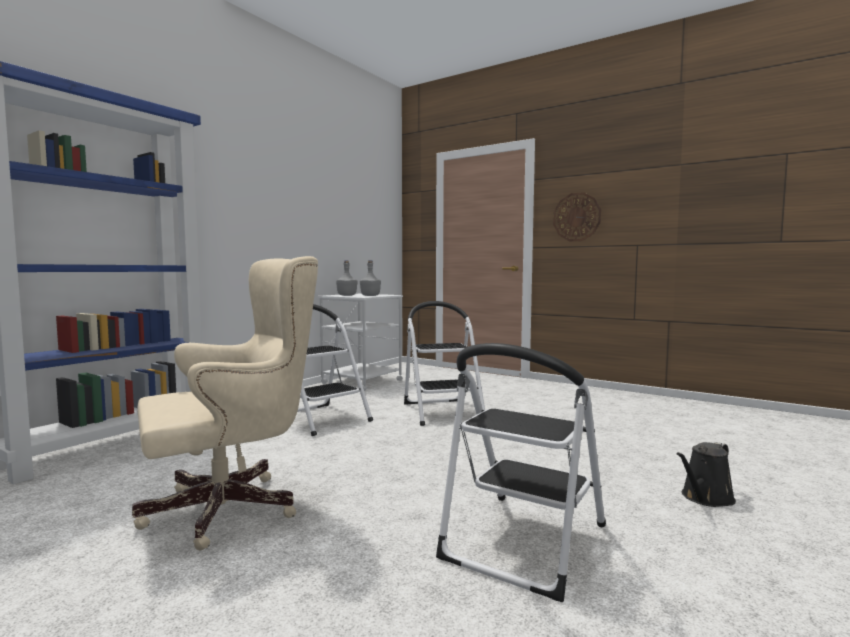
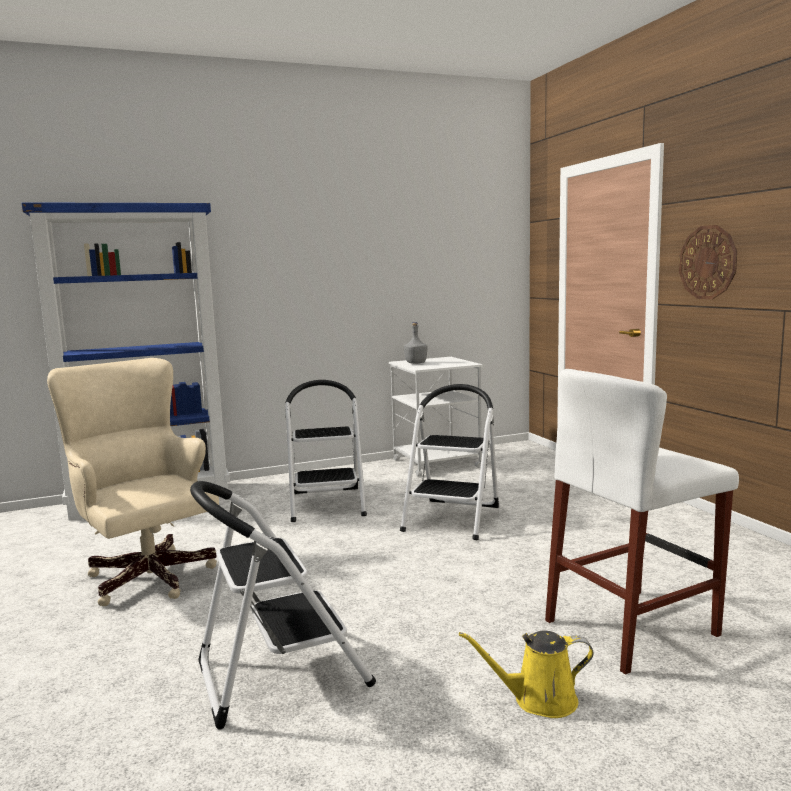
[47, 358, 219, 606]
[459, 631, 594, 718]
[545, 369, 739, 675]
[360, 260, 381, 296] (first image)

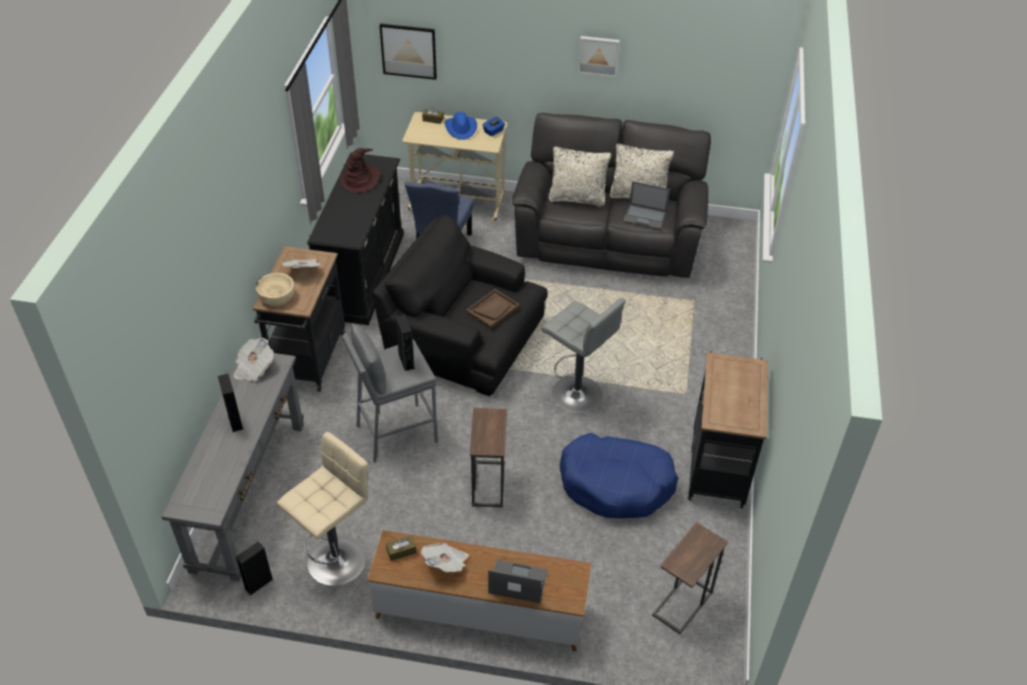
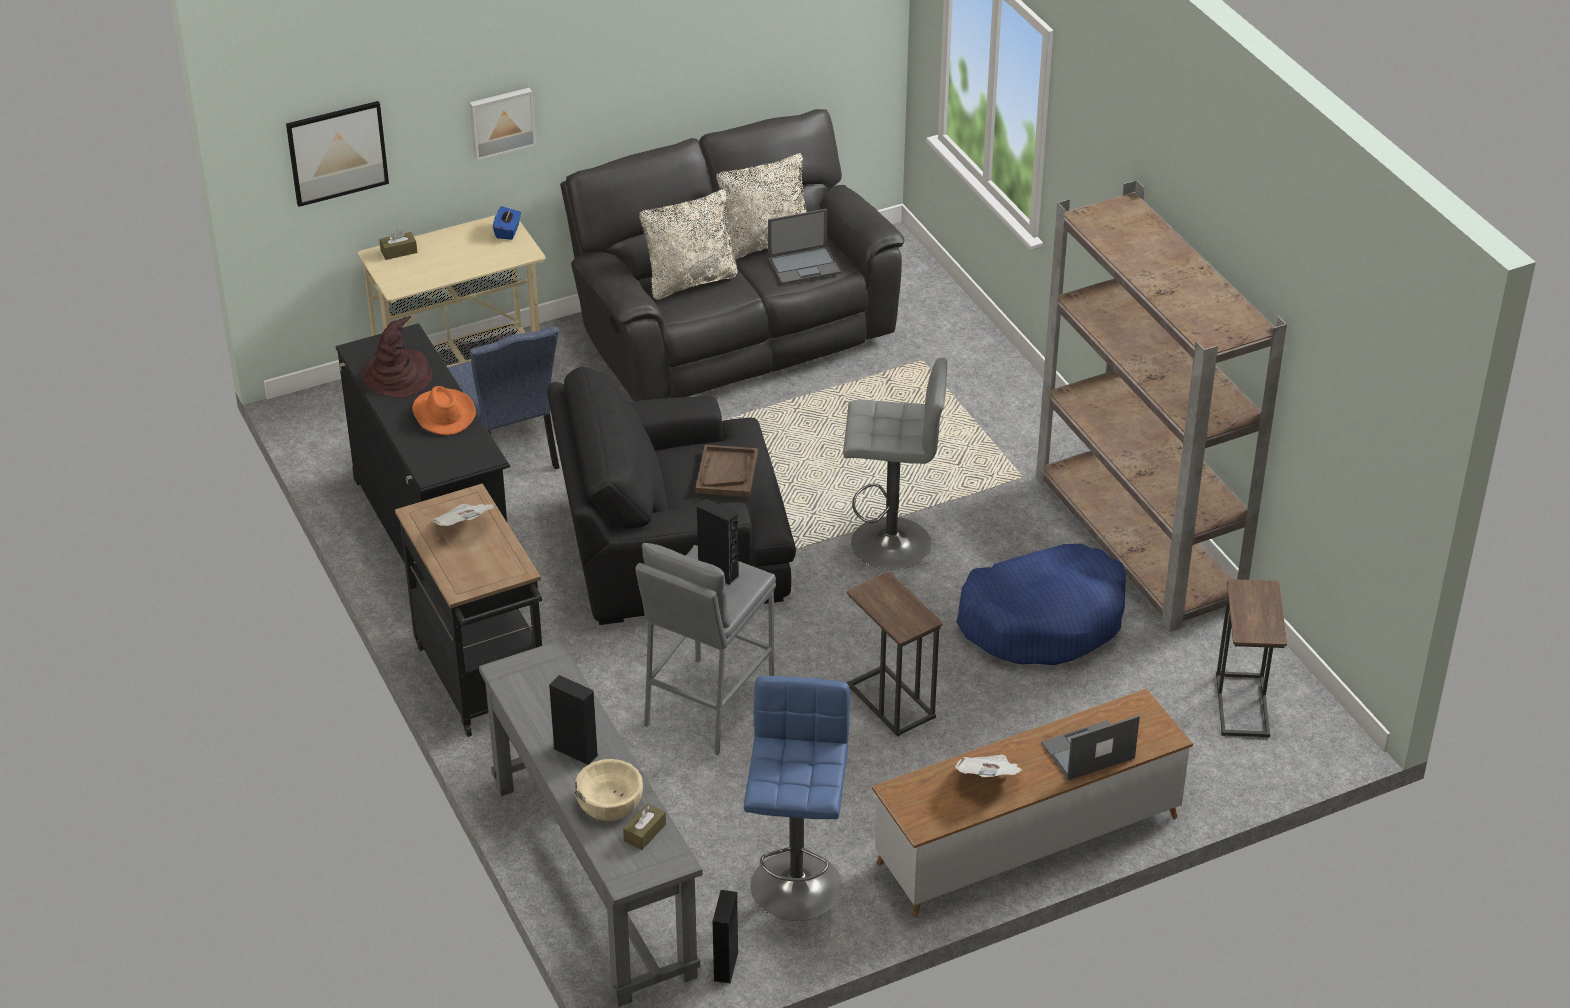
[412, 386, 476, 435]
[469, 88, 536, 160]
[575, 759, 643, 821]
[623, 803, 666, 850]
[744, 676, 850, 921]
[1036, 180, 1287, 632]
[233, 338, 274, 381] (first image)
[445, 112, 477, 140] (first image)

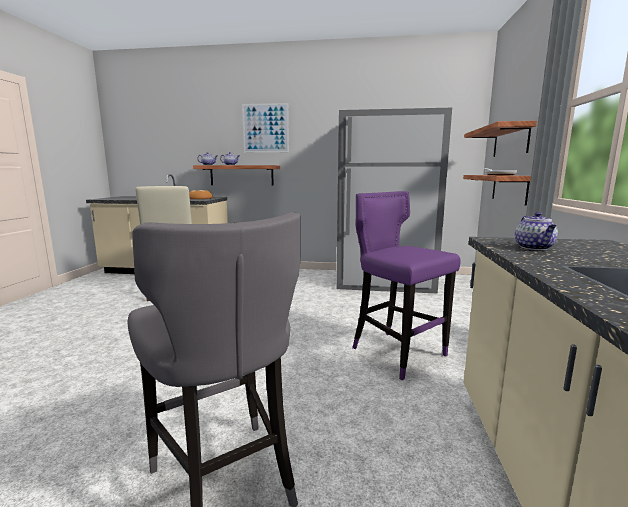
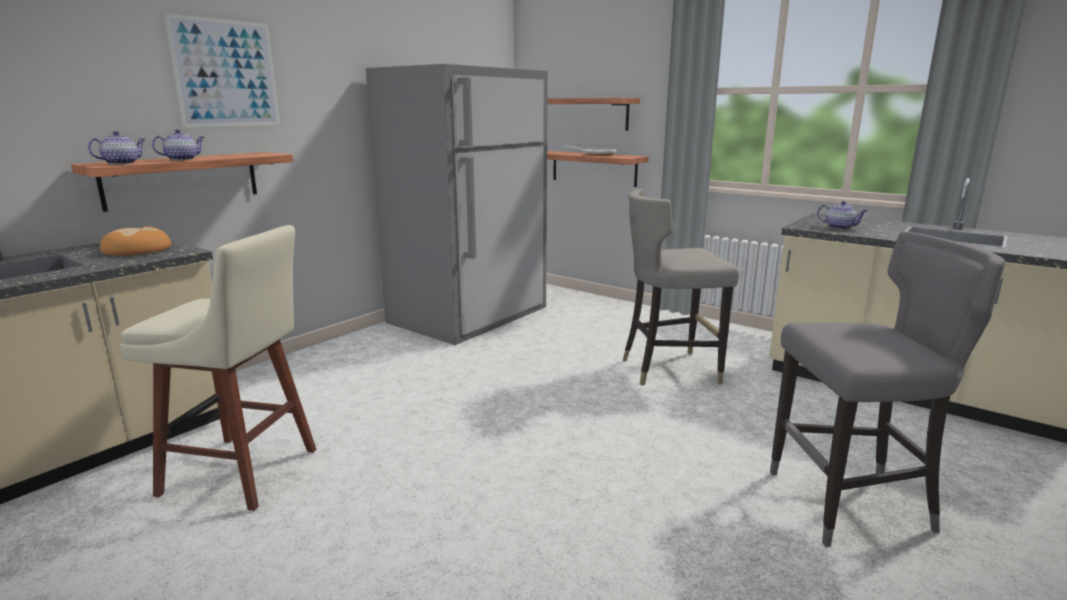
[623, 189, 739, 386]

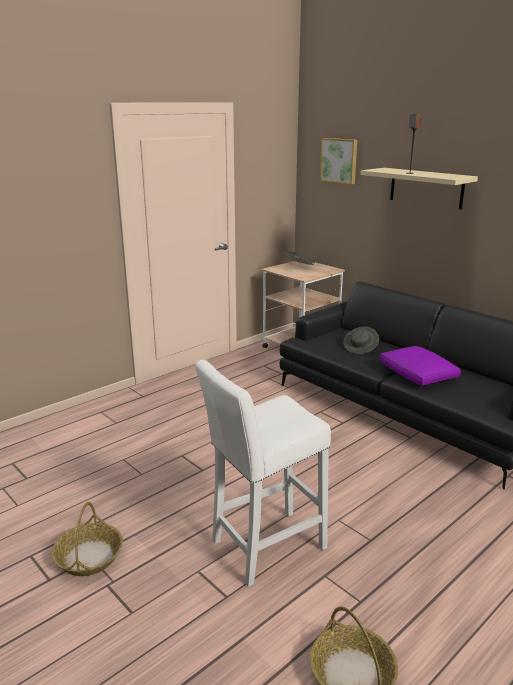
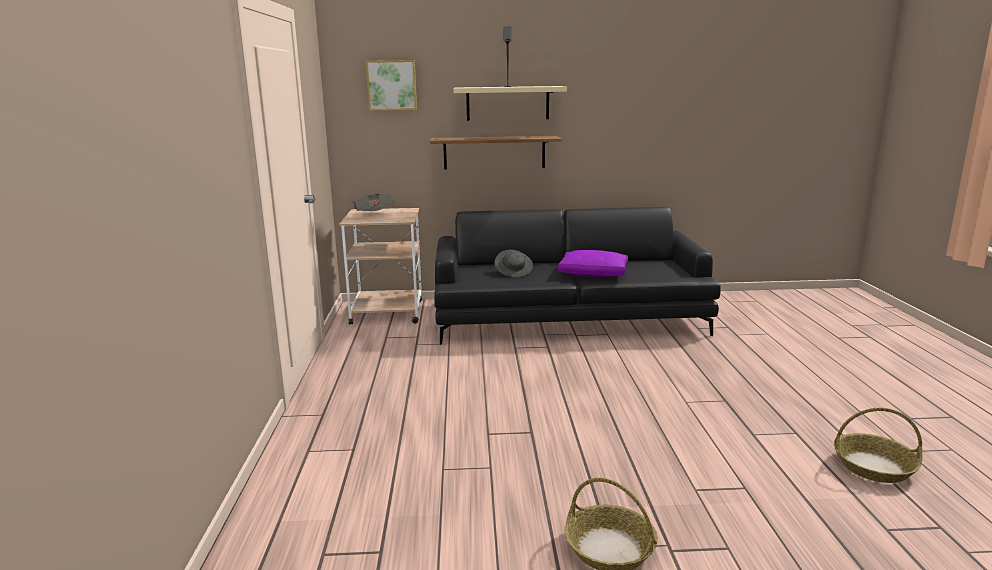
[430, 136, 561, 170]
[195, 360, 331, 587] (first image)

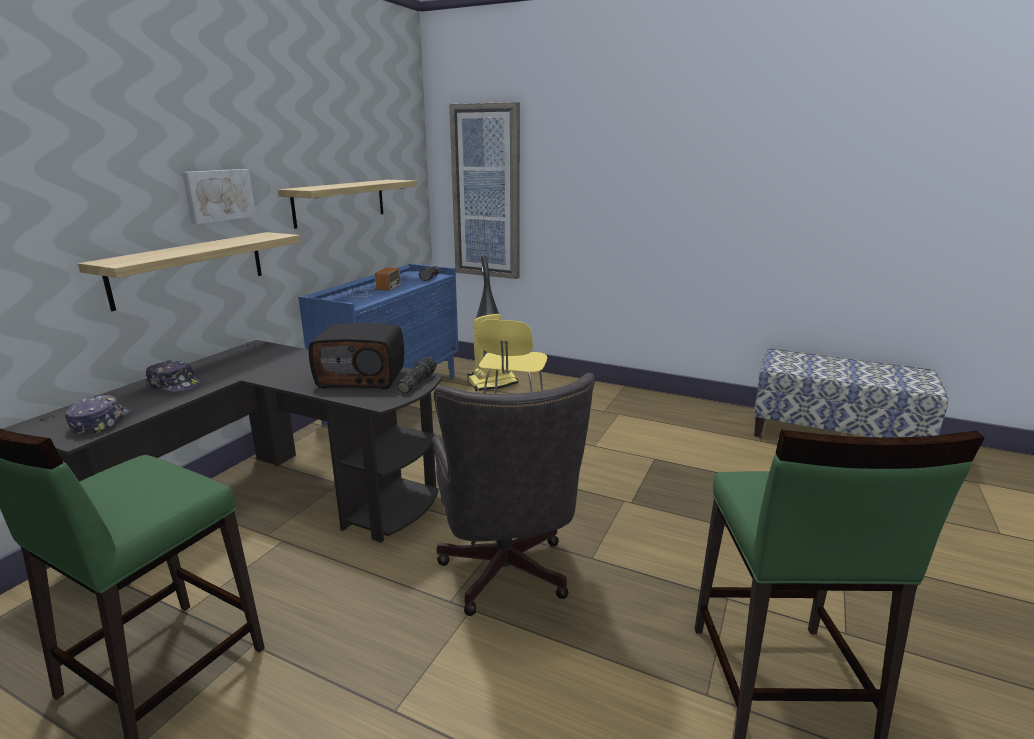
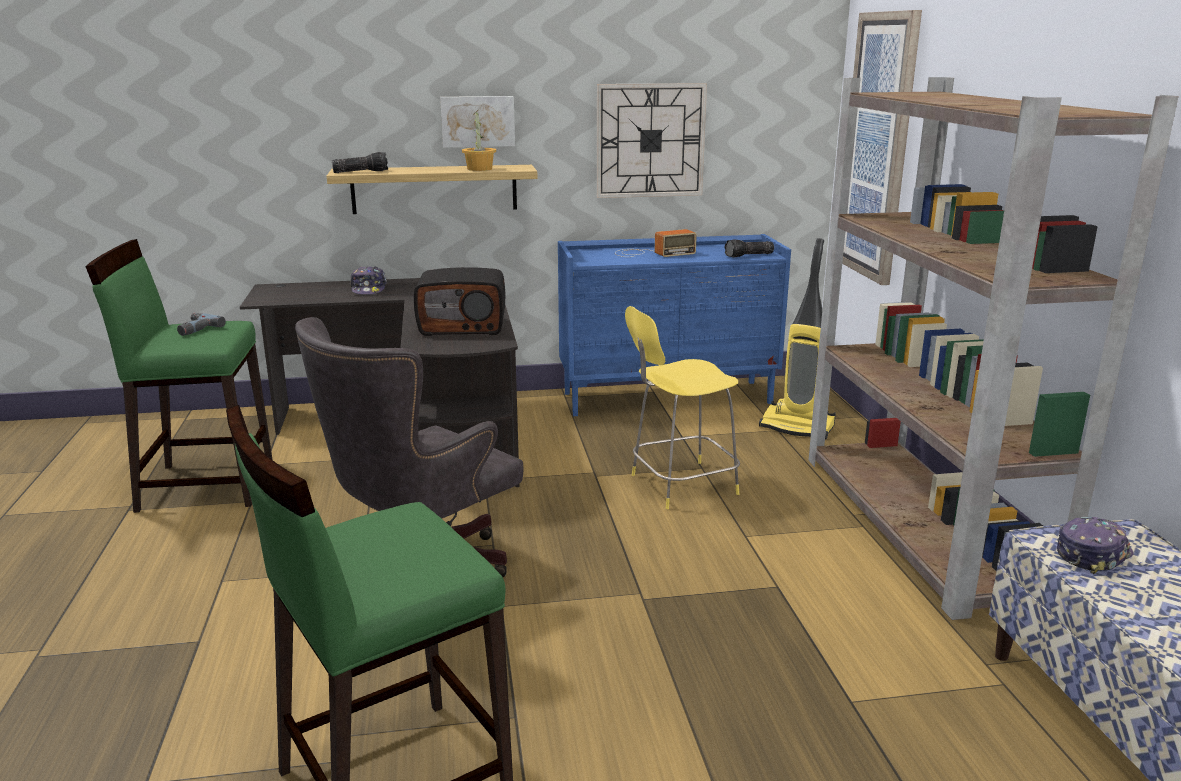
[177, 313, 226, 336]
[332, 152, 388, 173]
[414, 267, 505, 336]
[462, 110, 496, 171]
[597, 83, 707, 198]
[808, 77, 1179, 620]
[1057, 517, 1134, 574]

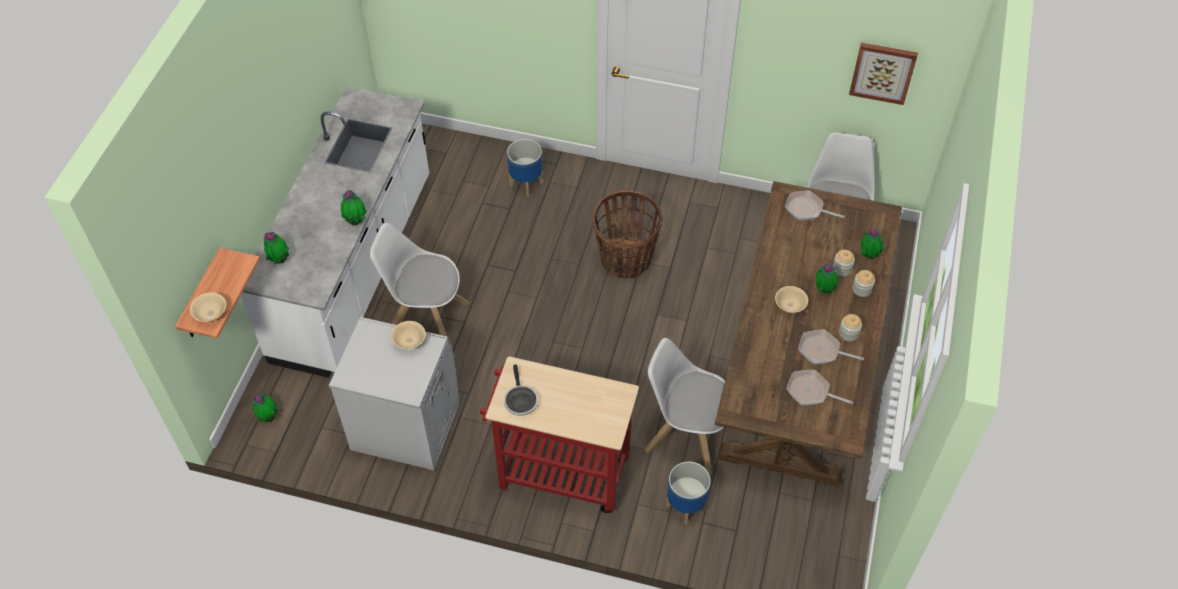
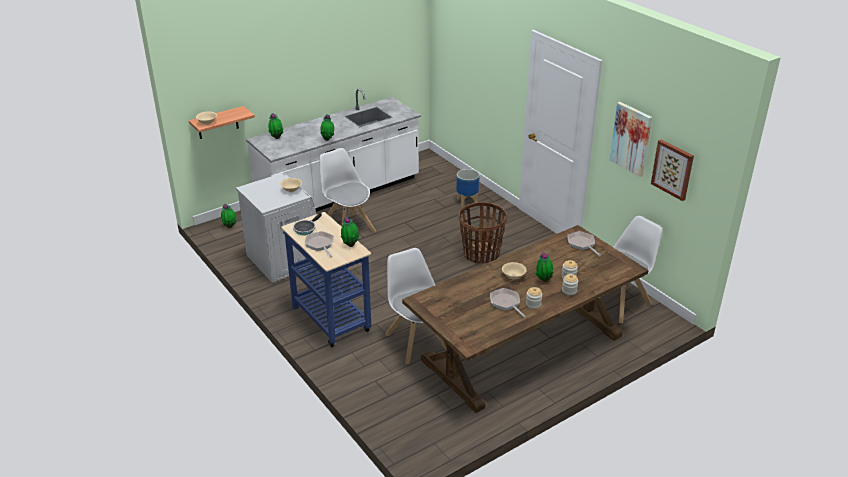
[281, 212, 371, 347]
[305, 231, 334, 257]
[341, 216, 360, 247]
[610, 102, 652, 177]
[666, 462, 710, 525] (first image)

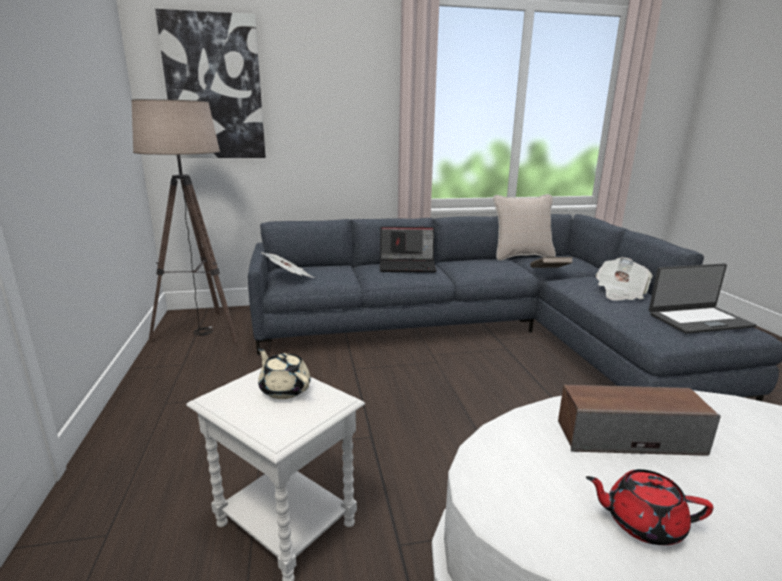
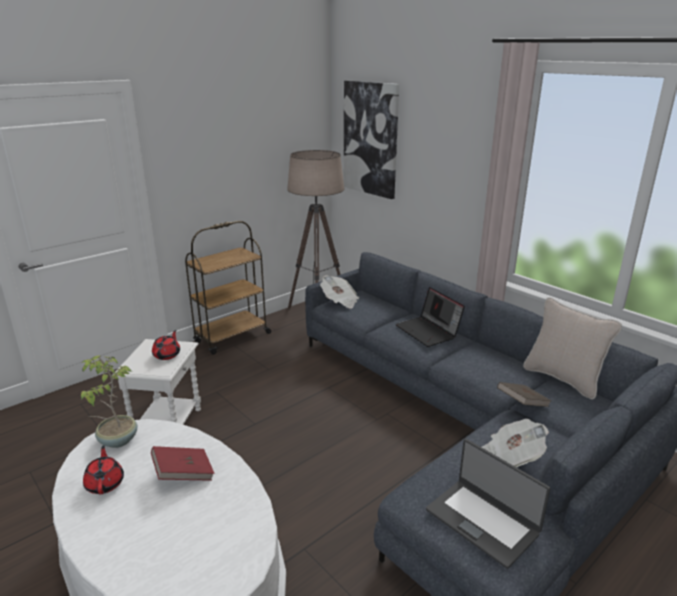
[80, 355, 137, 448]
[151, 446, 214, 481]
[152, 330, 180, 360]
[185, 221, 271, 355]

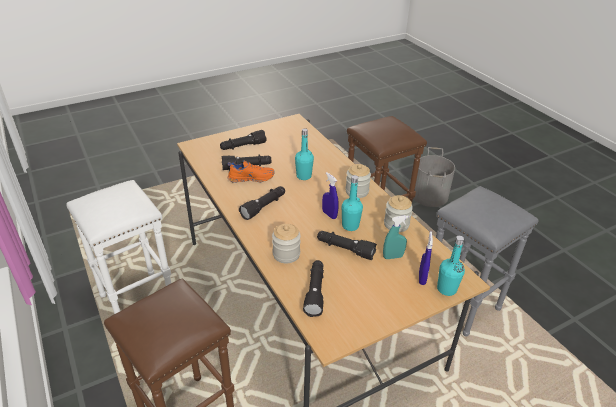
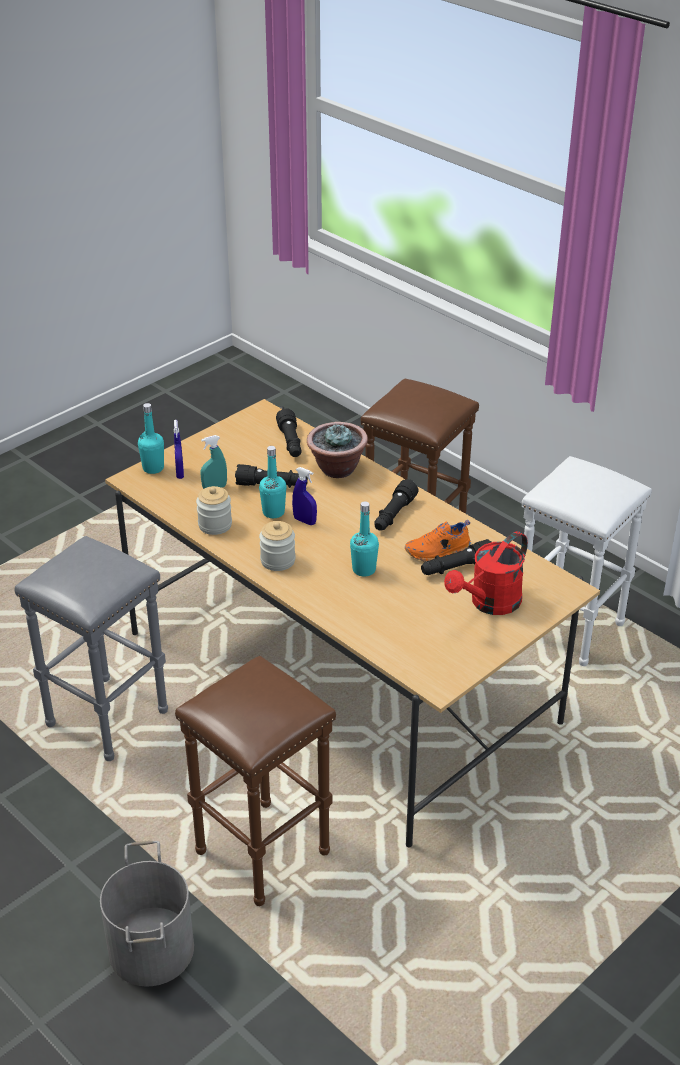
[307, 422, 368, 478]
[444, 531, 528, 615]

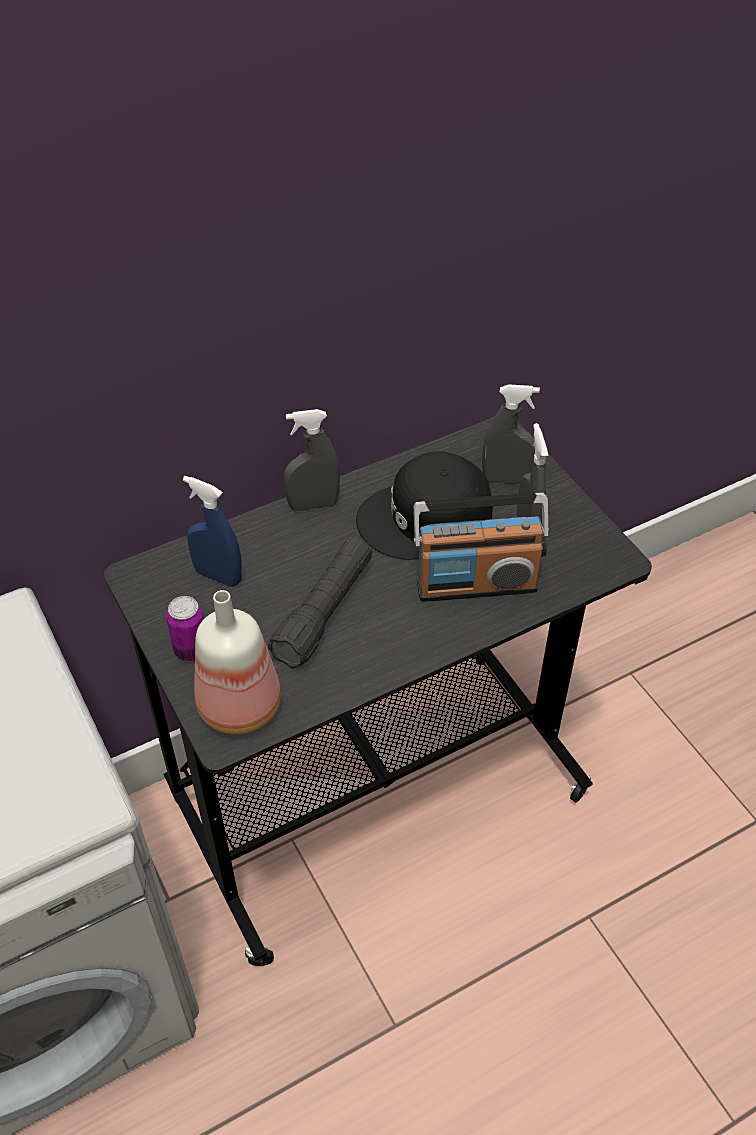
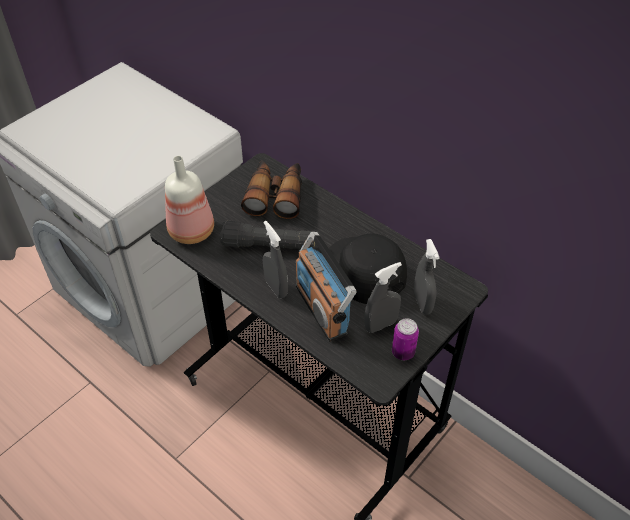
[241, 161, 302, 219]
[263, 221, 288, 298]
[392, 318, 419, 360]

